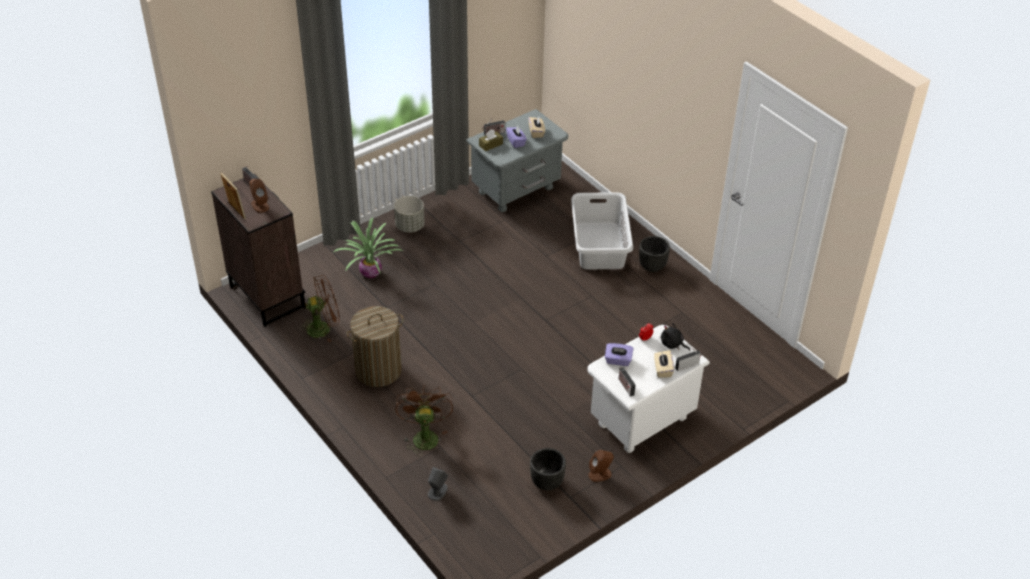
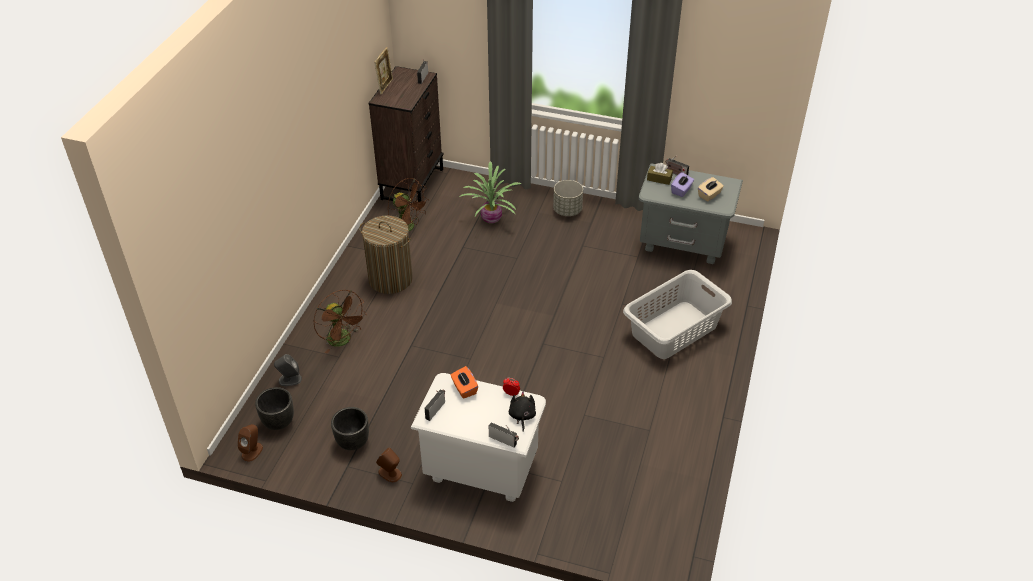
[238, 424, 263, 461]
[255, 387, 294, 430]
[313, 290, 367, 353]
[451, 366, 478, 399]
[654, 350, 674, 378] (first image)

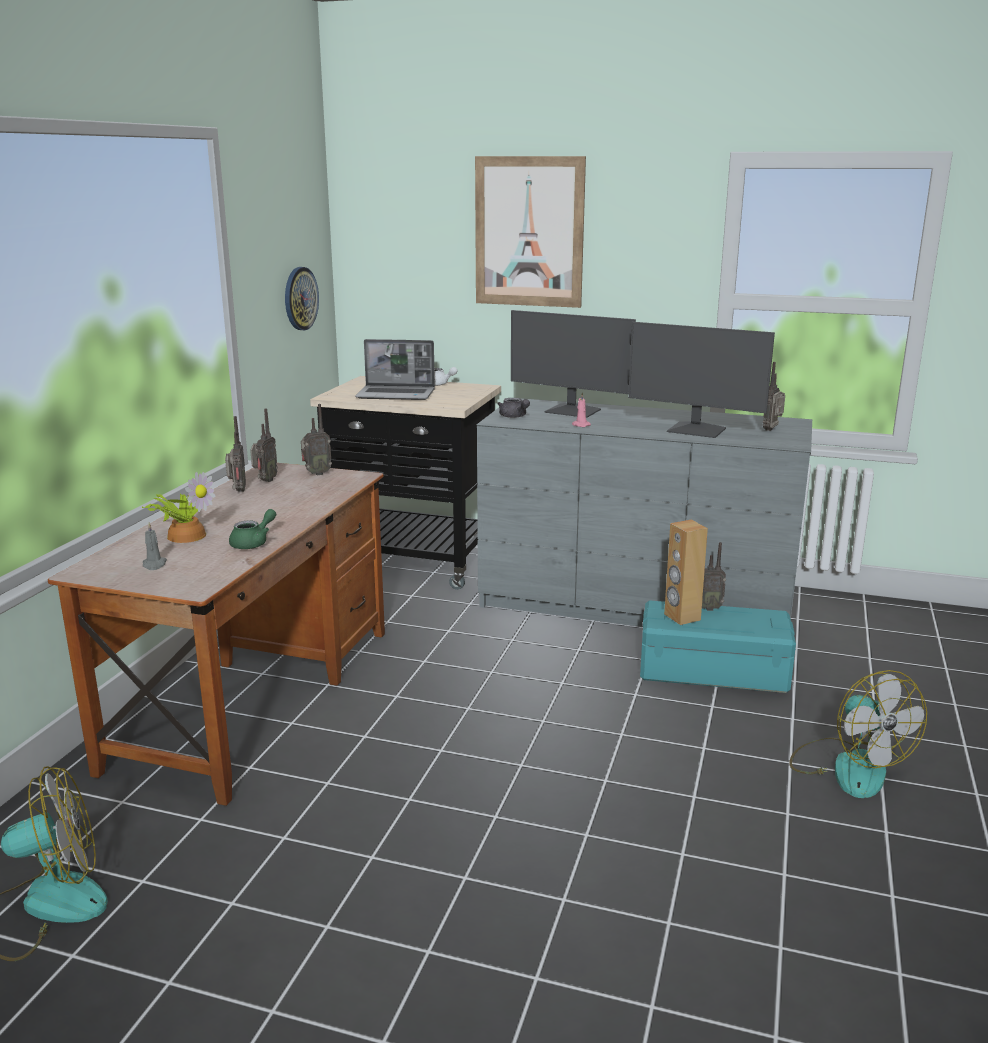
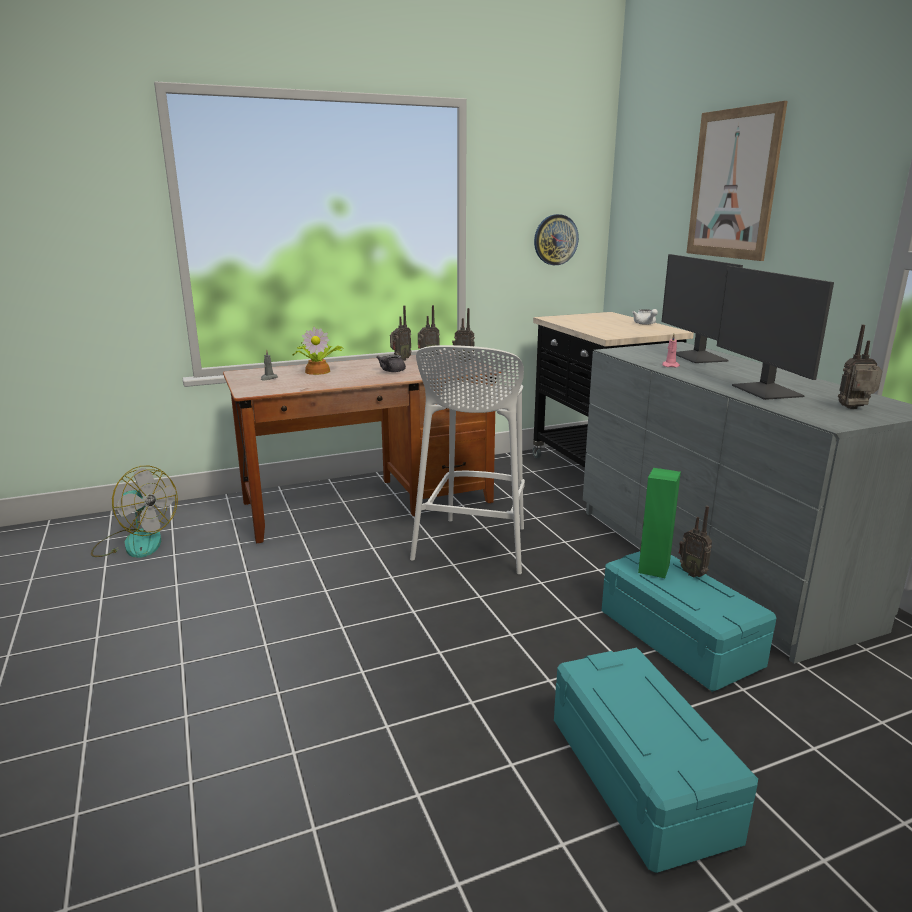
[376, 355, 406, 372]
[410, 345, 525, 574]
[554, 648, 758, 873]
[638, 468, 681, 578]
[229, 509, 276, 549] (first image)
[355, 339, 435, 400] (first image)

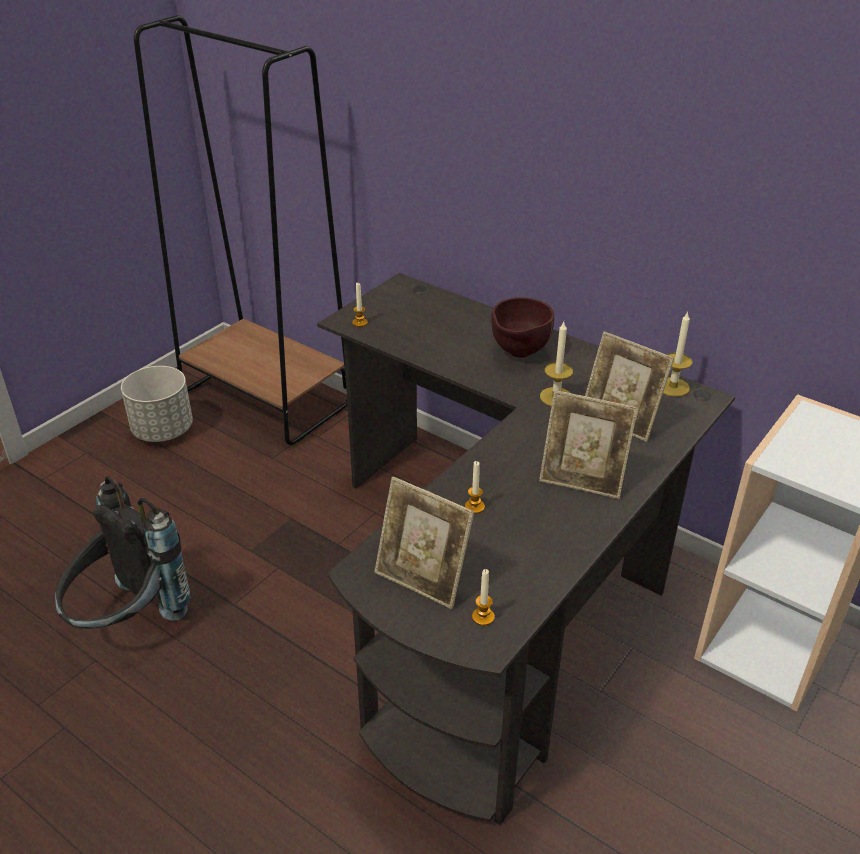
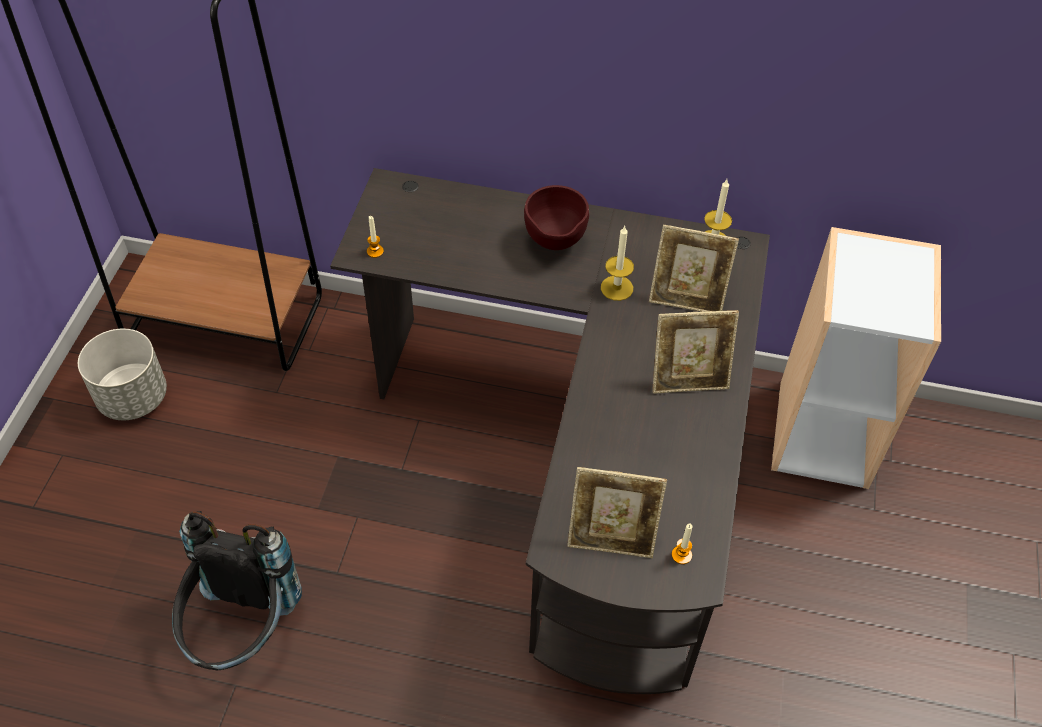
[465, 461, 485, 514] (first image)

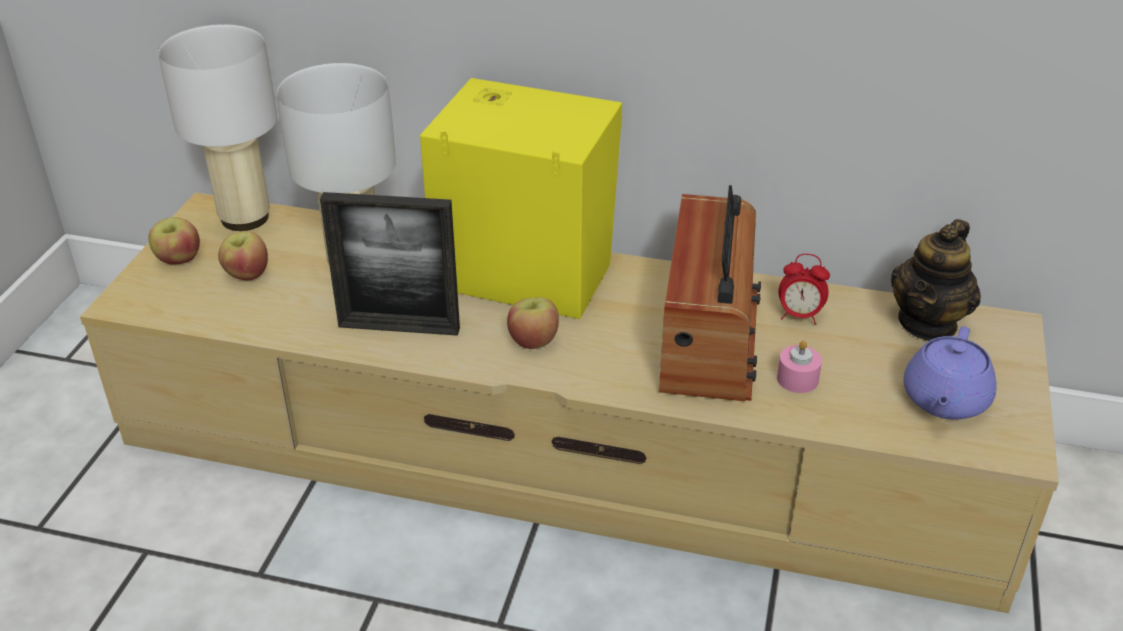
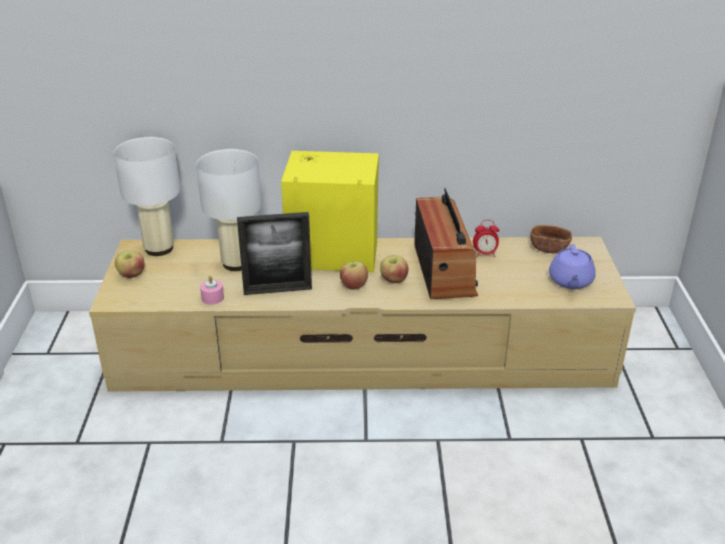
[200, 276, 224, 305]
[380, 255, 408, 283]
[530, 225, 572, 253]

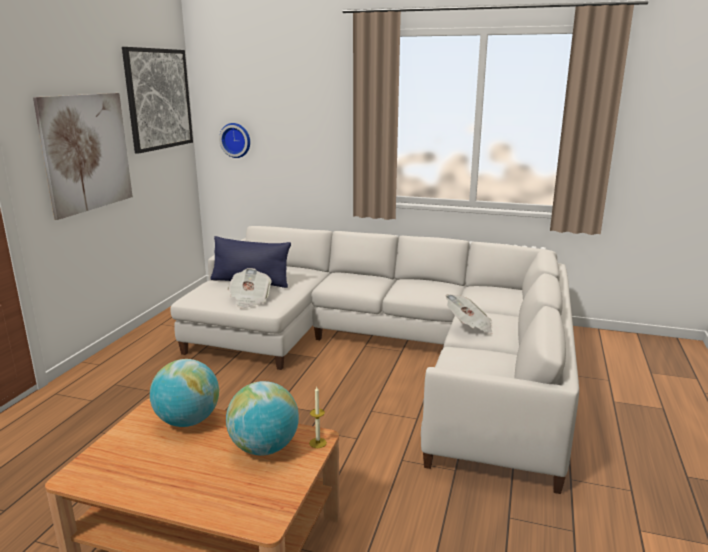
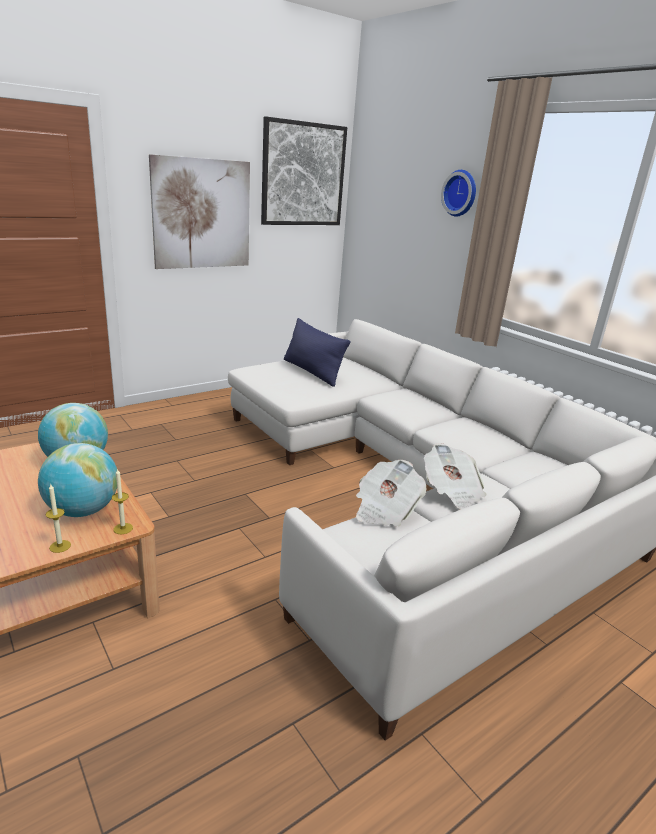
[46, 483, 71, 553]
[356, 460, 427, 527]
[441, 170, 476, 216]

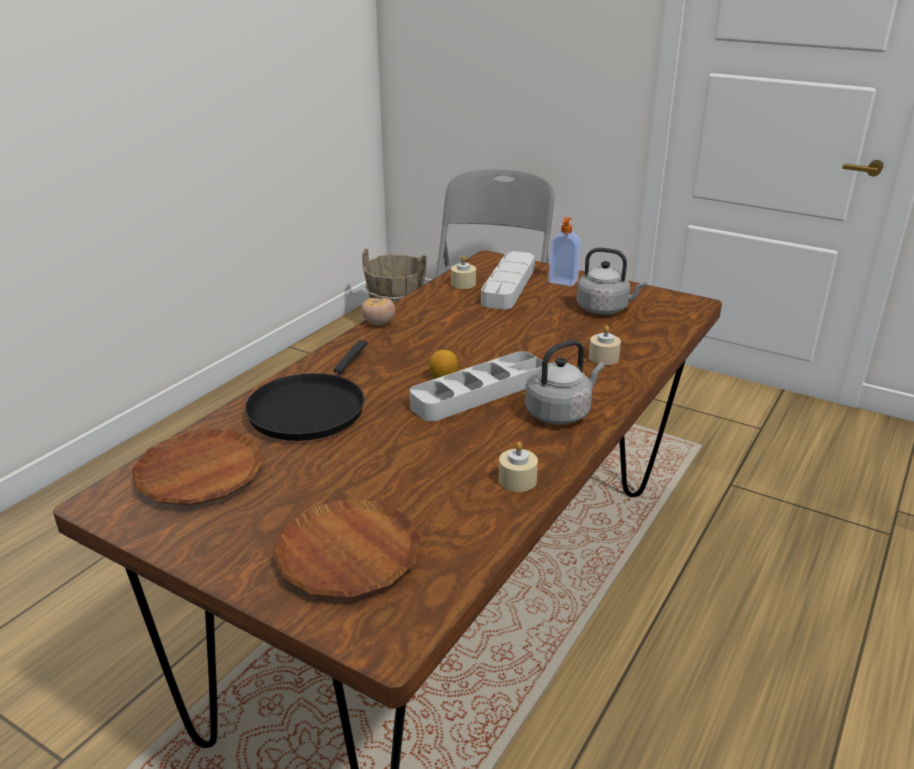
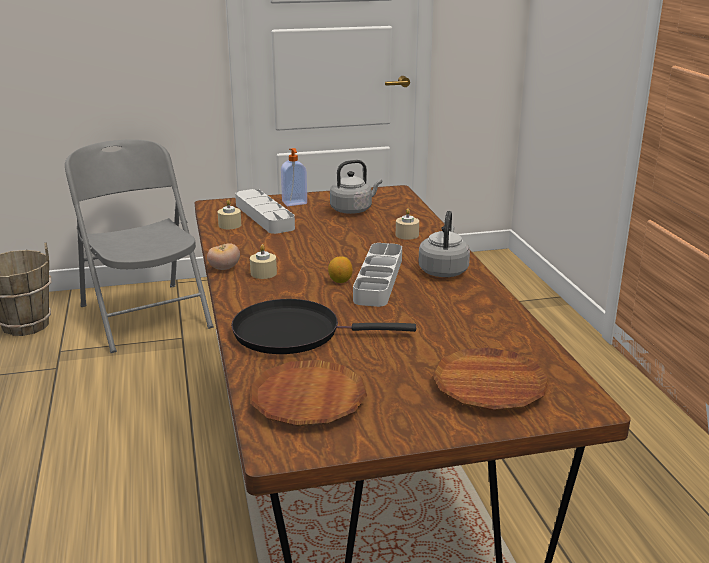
[231, 299, 416, 354]
[250, 244, 277, 279]

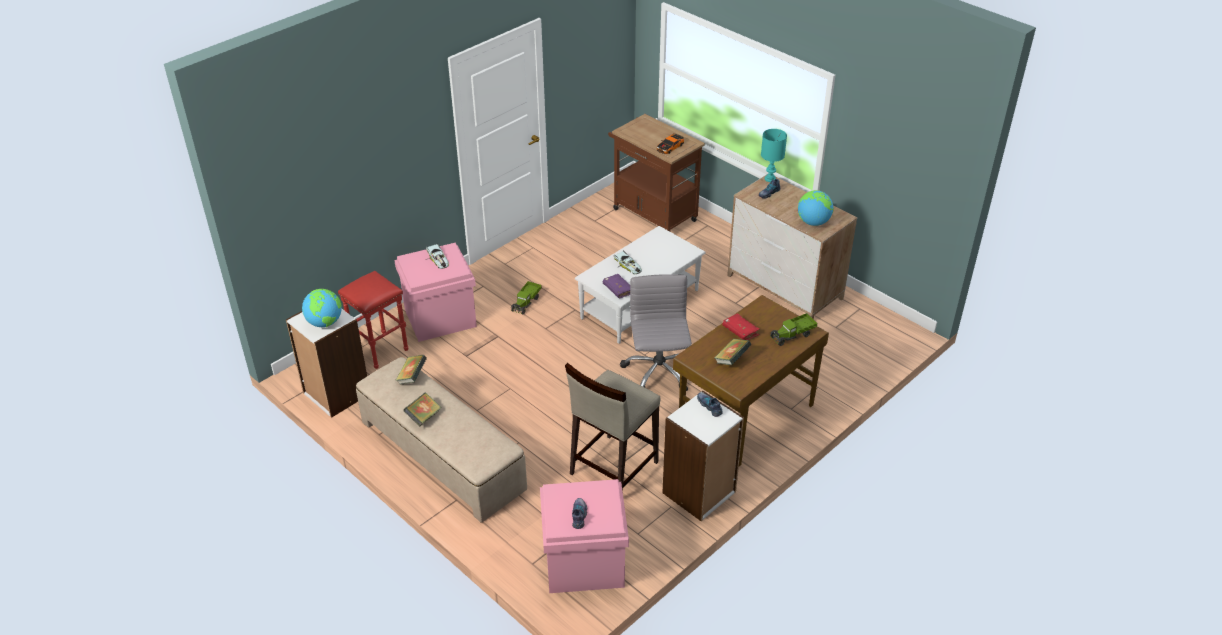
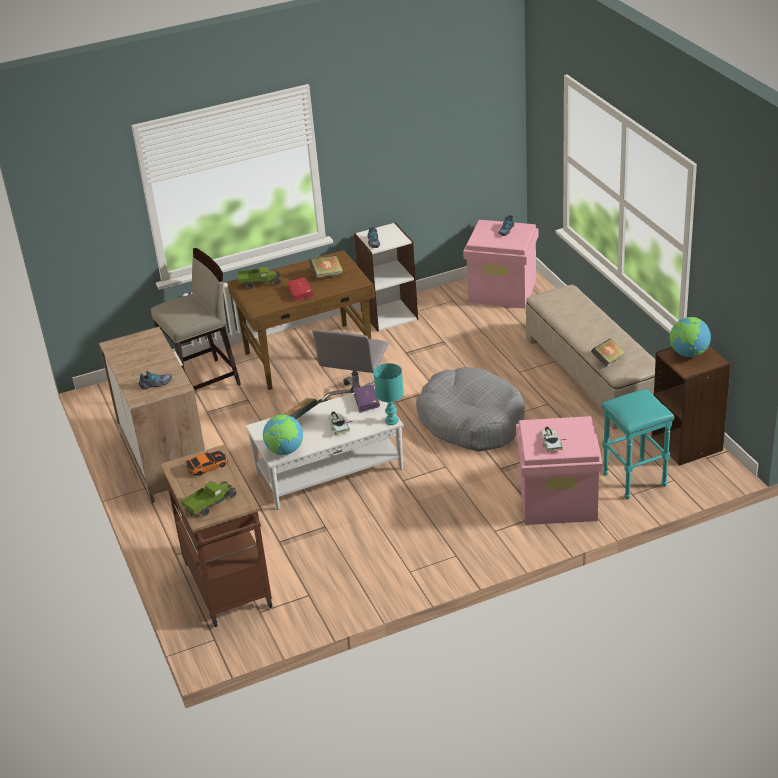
[151, 248, 241, 390]
[181, 481, 237, 516]
[263, 414, 303, 455]
[283, 398, 318, 419]
[374, 363, 404, 425]
[416, 367, 525, 452]
[602, 389, 674, 500]
[652, 346, 731, 465]

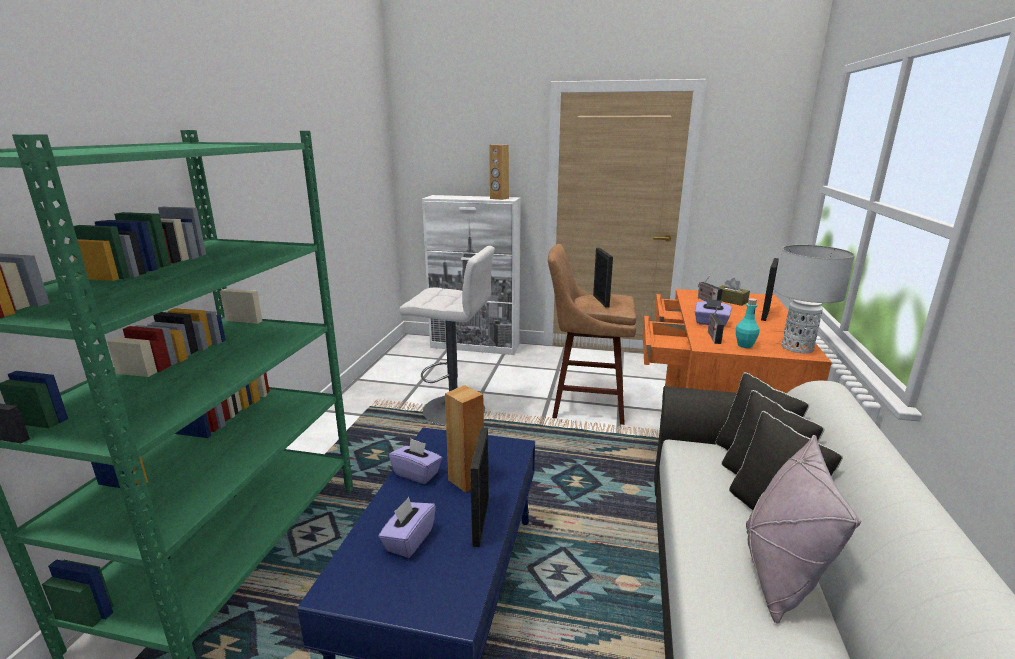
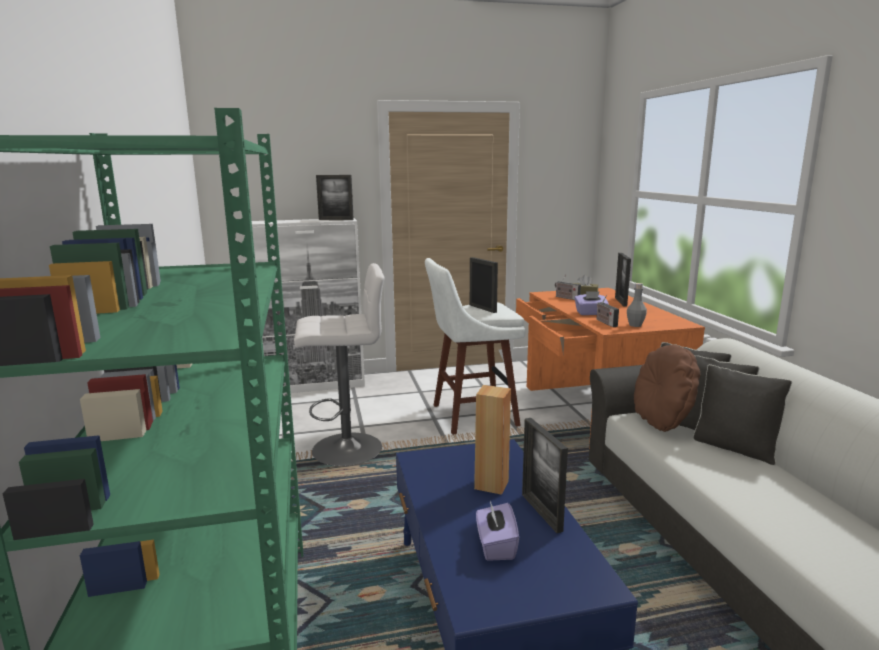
[316, 175, 354, 220]
[425, 258, 525, 435]
[627, 283, 647, 327]
[634, 345, 700, 432]
[389, 438, 442, 484] (first image)
[746, 435, 861, 624] (first image)
[774, 245, 855, 353] (first image)

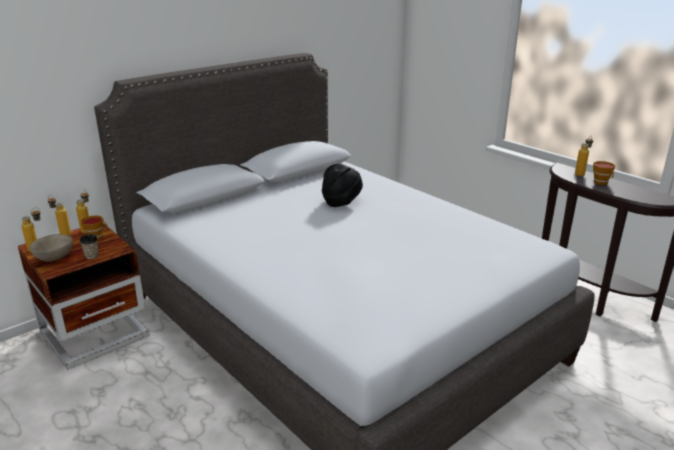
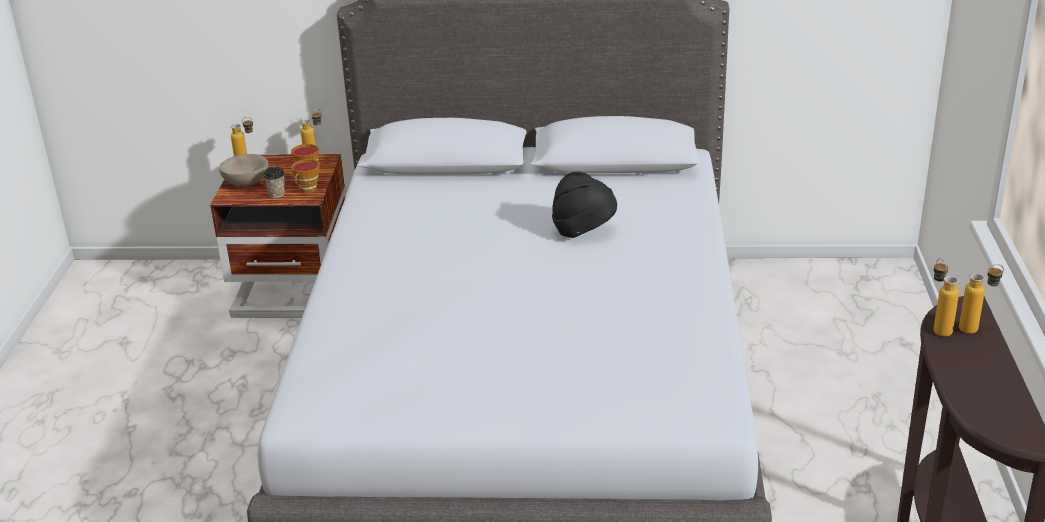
[291, 159, 320, 193]
[934, 258, 959, 337]

